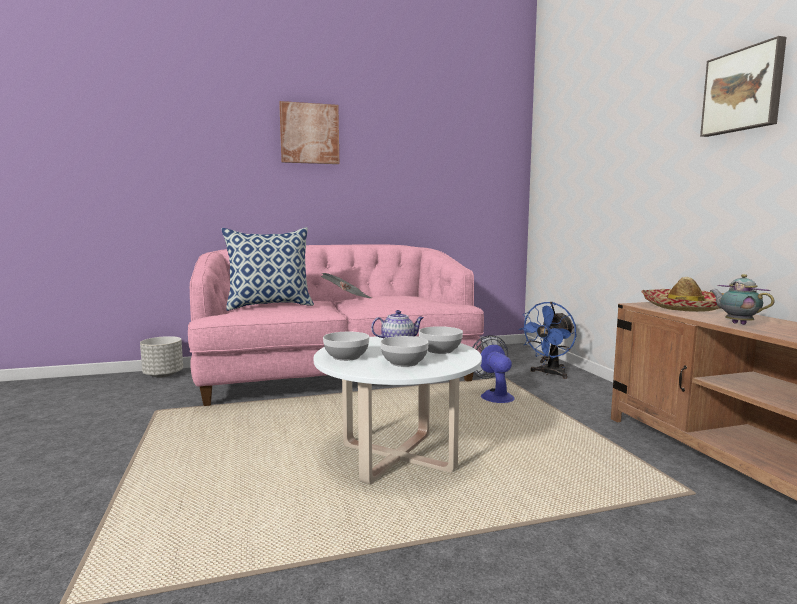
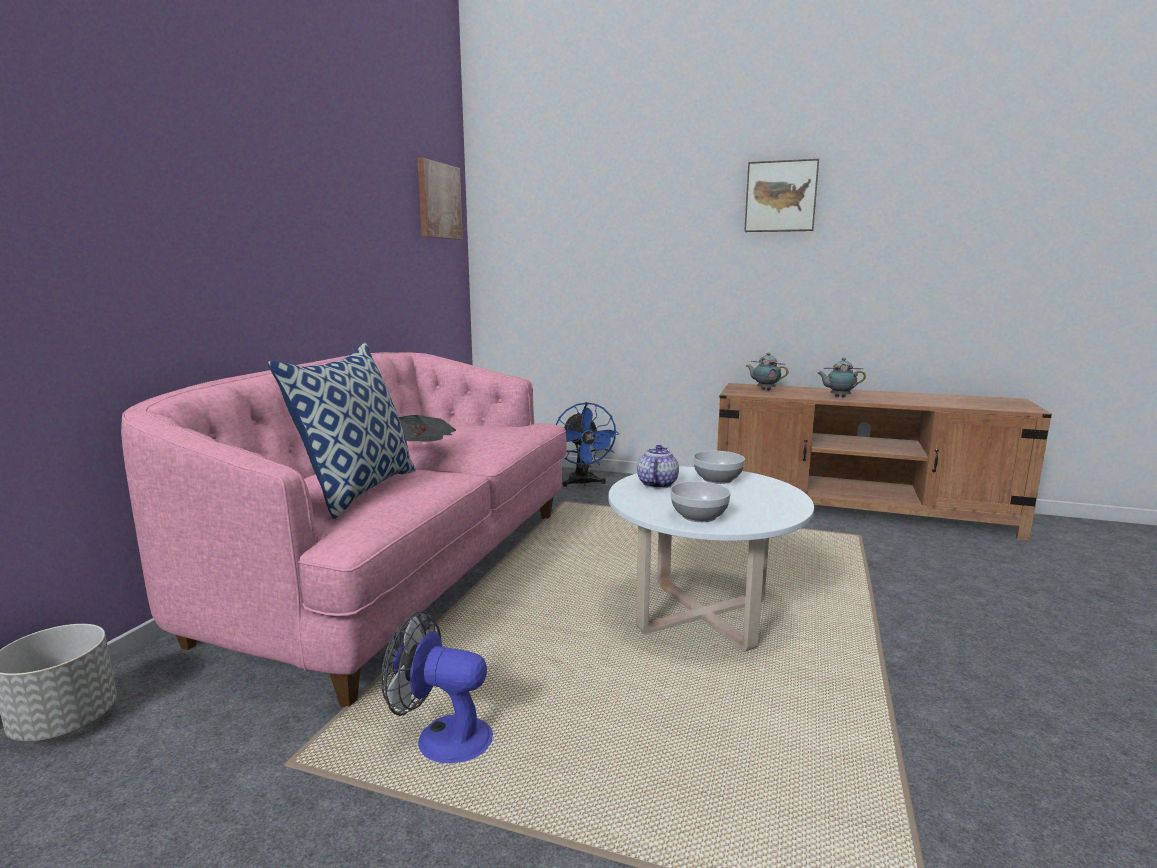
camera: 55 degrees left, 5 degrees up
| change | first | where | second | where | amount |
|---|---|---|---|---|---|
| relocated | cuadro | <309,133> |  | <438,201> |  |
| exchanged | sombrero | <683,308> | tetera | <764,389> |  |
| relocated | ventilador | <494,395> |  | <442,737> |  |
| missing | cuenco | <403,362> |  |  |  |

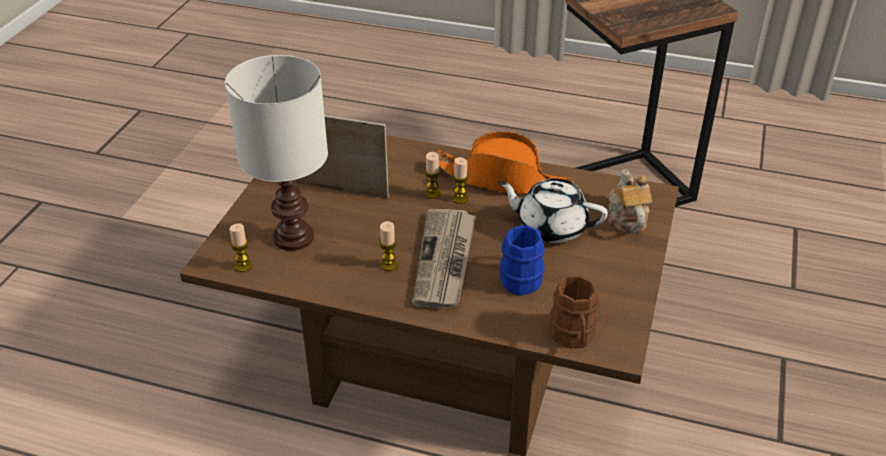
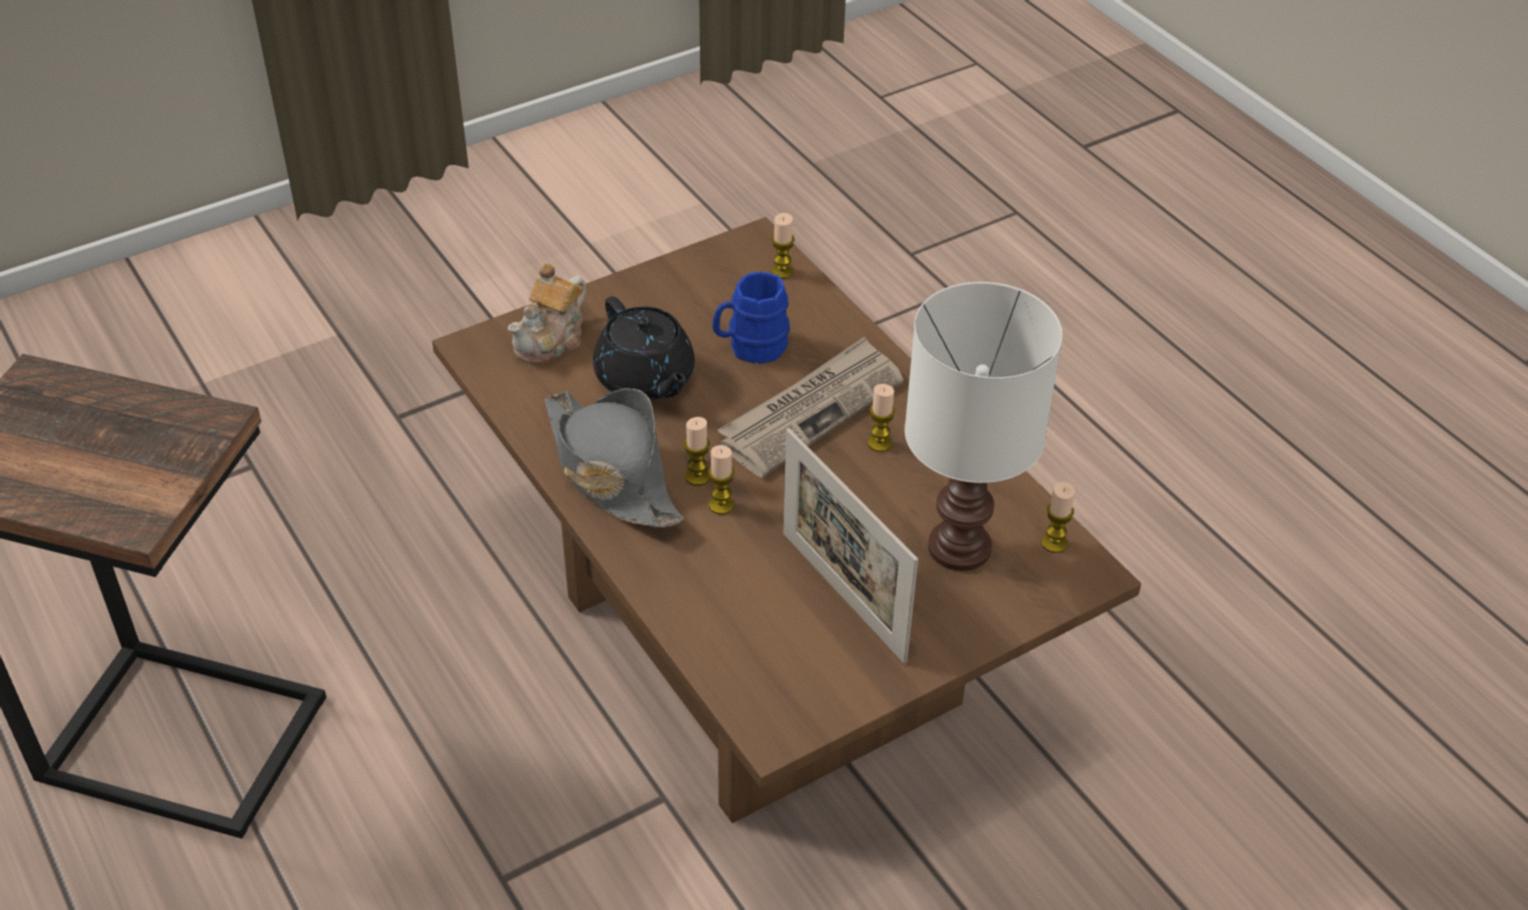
camera: 140 degrees left, 5 degrees up
| change | first | where | second | where | amount |
|---|---|---|---|---|---|
| colour | sombrero/naranja | <503,179> | sombrero/gris | <610,470> |  |
| colour | tetera/blanco | <551,227> | tetera/negro | <645,379> |  |
| exchanged | taza grande/marrón | <573,337> | vela | <782,271> |  |

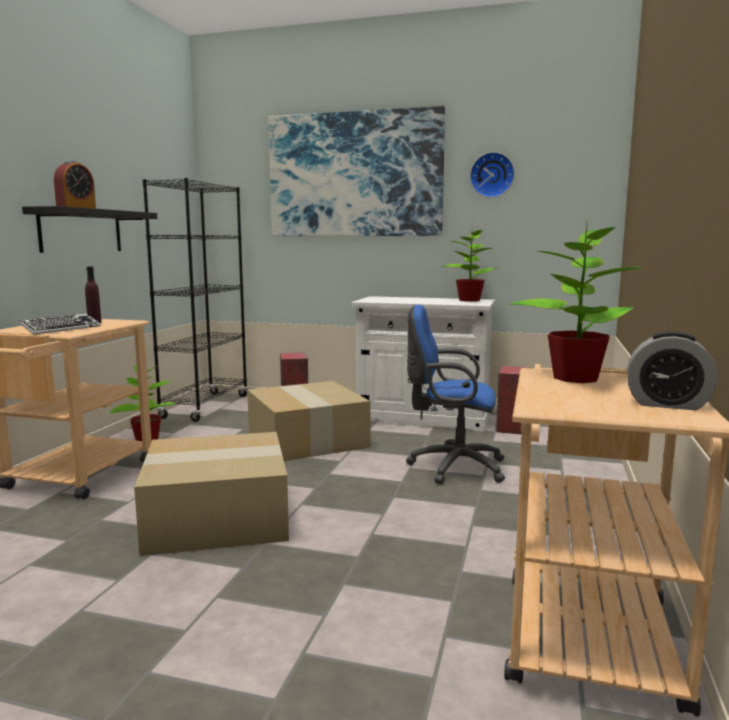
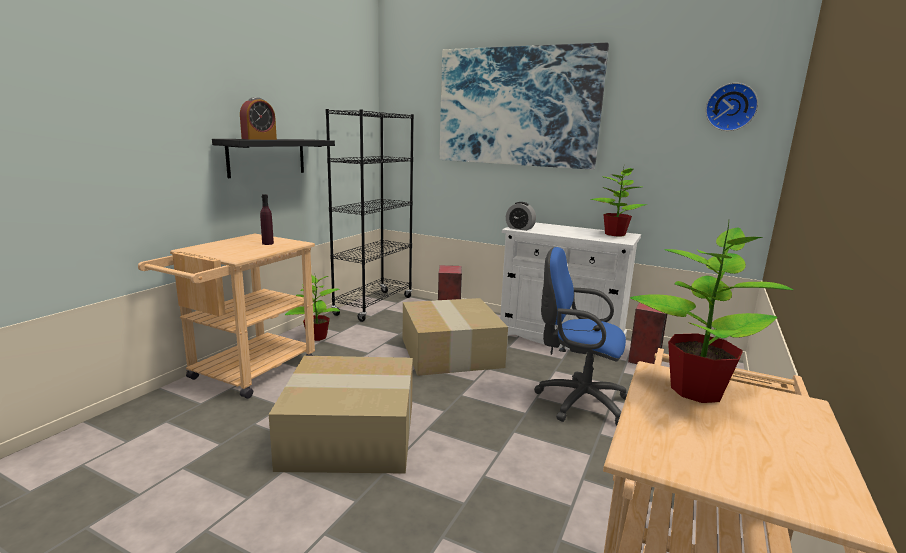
camera: 10 degrees right, 5 degrees up
| change | first | where | second | where | amount |
|---|---|---|---|---|---|
| relocated | reloj de pared | <492,175> |  | <731,107> |  |
| missing | teclado | <61,329> |  |  |  |
| relocated | despertador | <667,404> |  | <519,228> |  |

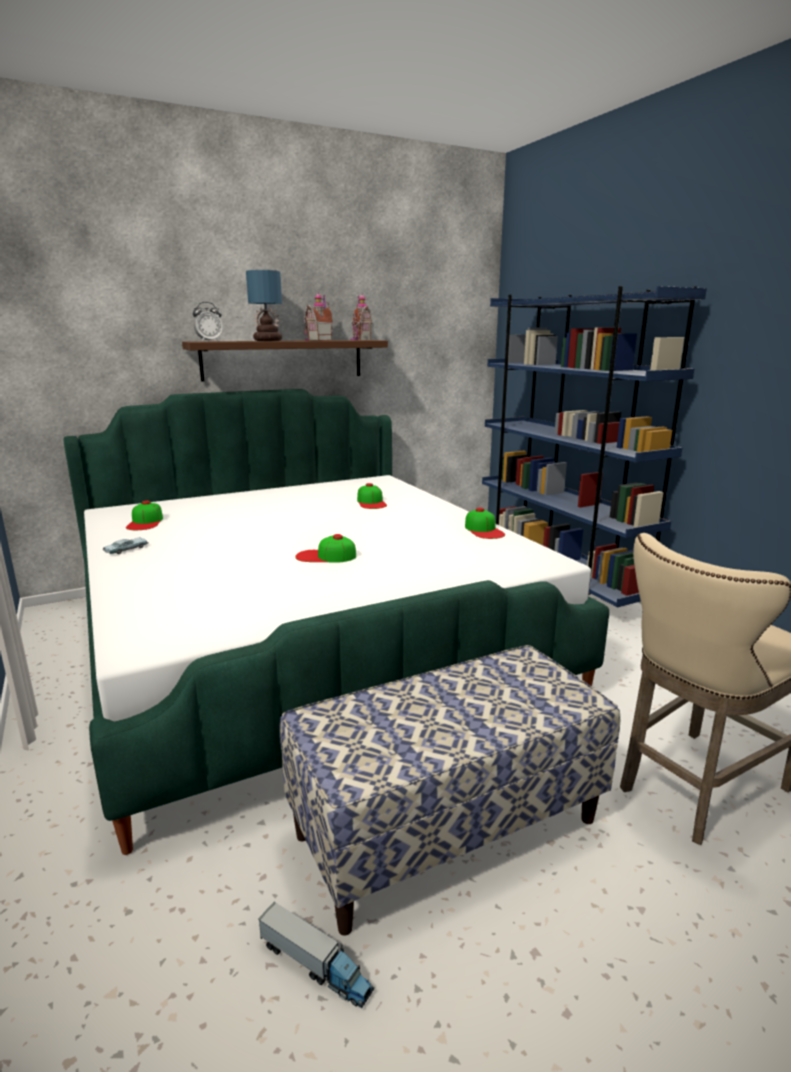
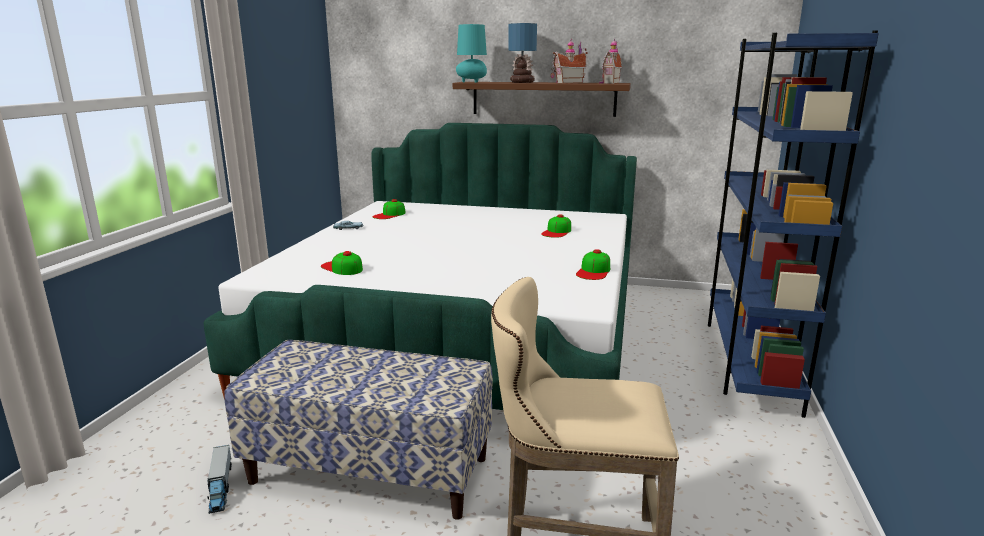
camera: 40 degrees right, 0 degrees up
| change | first | where | second | where | amount |
|---|---|---|---|---|---|
| exchanged | despertador | <209,341> | lámpara de mesa/turquesa | <472,82> |  |
| relocated | gorra | <325,556> |  | <342,268> |  |

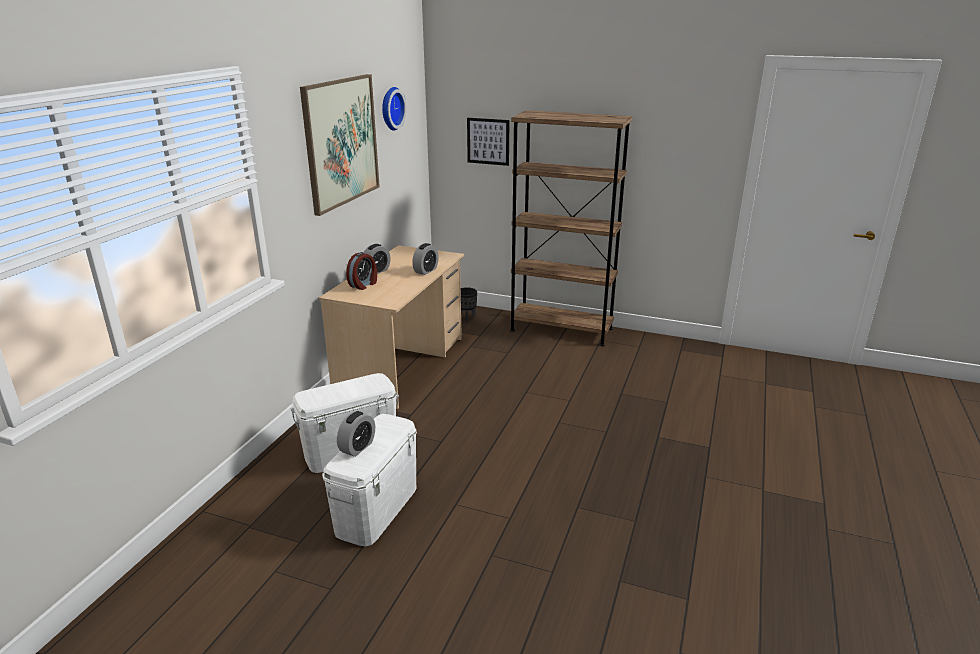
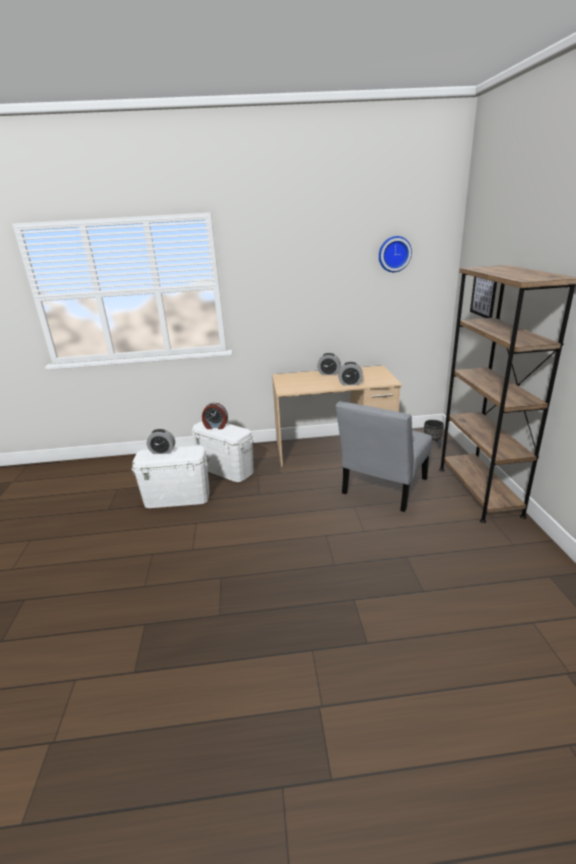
camera: 65 degrees right, 0 degrees up
| change | first | where | second | where | amount |
|---|---|---|---|---|---|
| missing | cuadro | <341,142> |  |  |  |
| relocated | despertador | <364,285> |  | <215,426> |  |
| appeared |  |  | silla/gris | <382,488> |  |

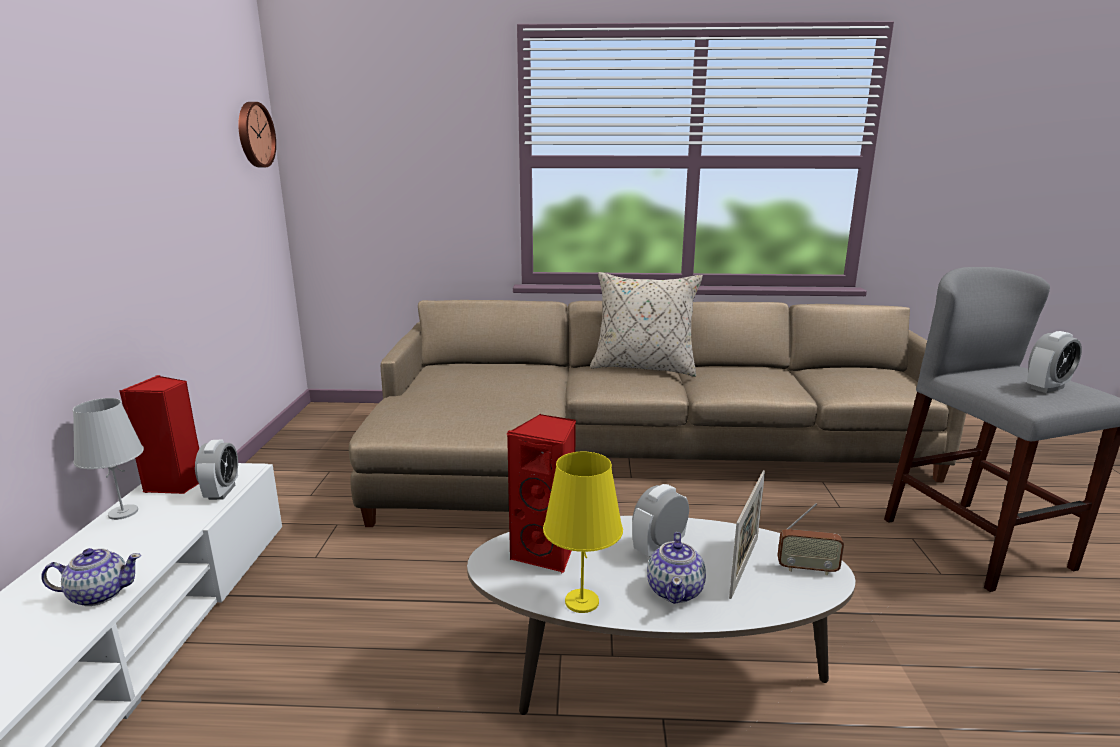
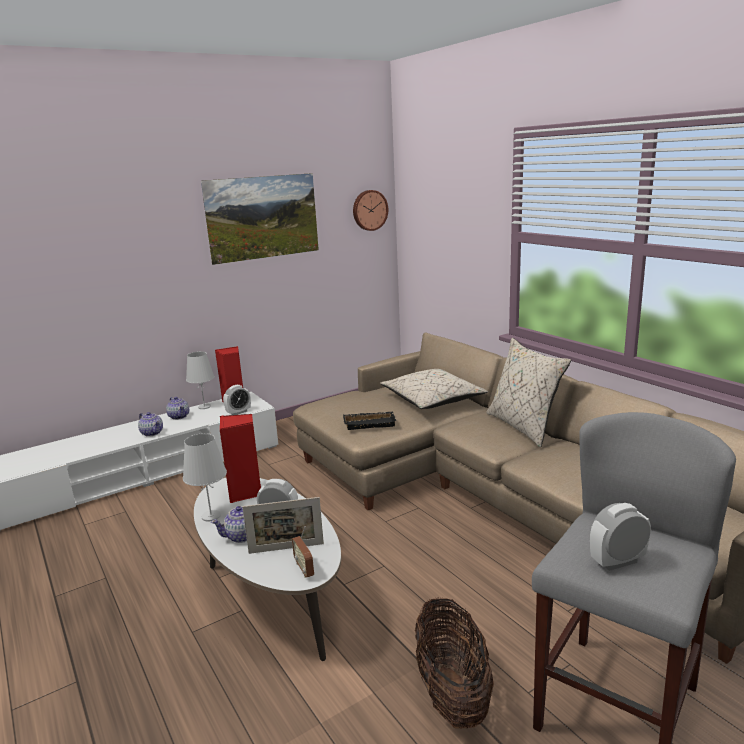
camera: 55 degrees right, 0 degrees up
| change | first | where | second | where | amount |
|---|---|---|---|---|---|
| spun | despertador | <1046,388> |  | <617,562> | 135 degrees clockwise |
| colour | lámpara de mesa/amarillo | <581,601> | lámpara de mesa/blanco | <211,516> |  |
| appeared |  |  | cuadro | <265,237> |  |
| appeared |  |  | cojín/beis | <432,400> |  |
| appeared |  |  | tetera | <179,416> |  |
| appeared |  |  | bandeja/negro | <370,423> |  |
| appeared |  |  | cesta | <452,693> |  |

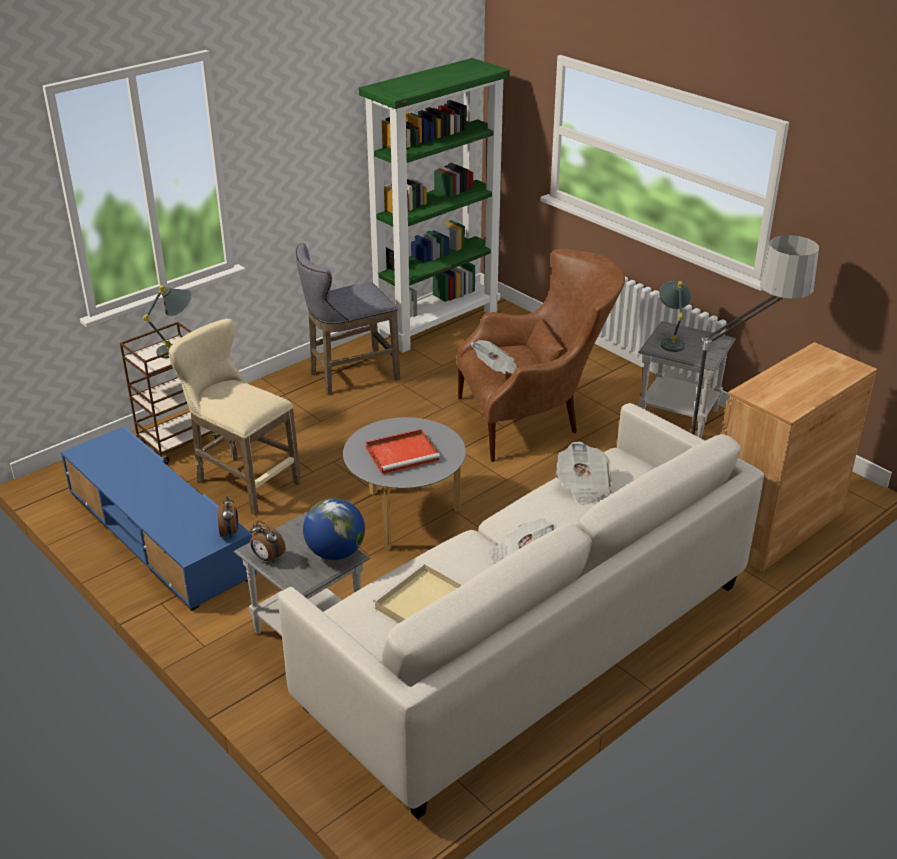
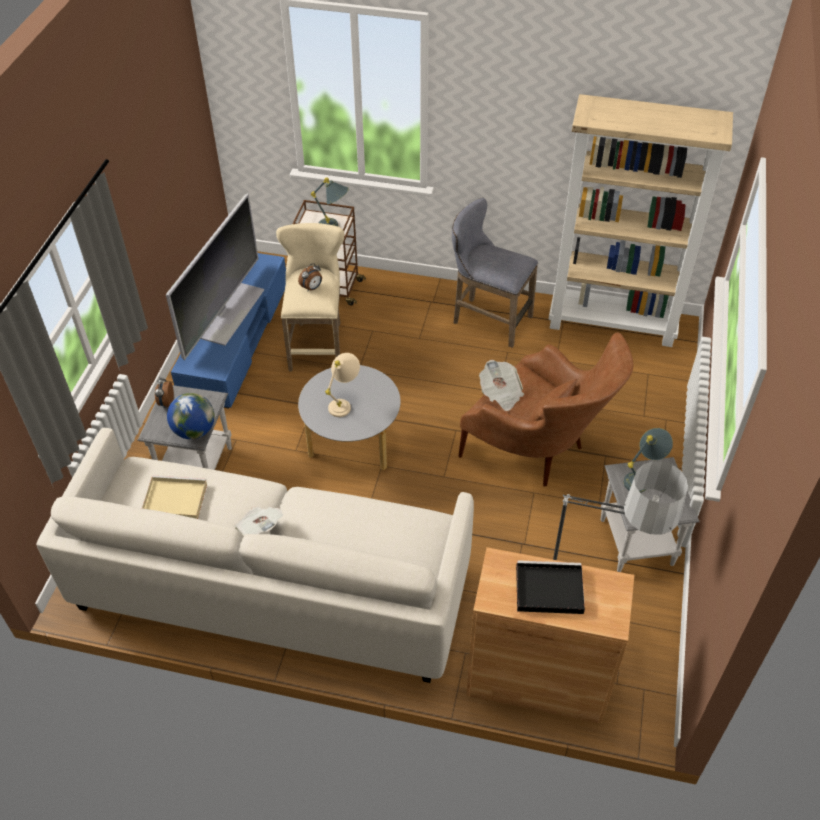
camera: 55 degrees right, 15 degrees up
| change | first | where | second | where | amount |
|---|---|---|---|---|---|
| colour | estantería/verde | <437,323> | estantería/beis | <613,323> |  |
| exchanged | bandeja/rojo | <403,454> | lámpara de mesa/beis | <344,403> |  |
| missing | periódico | <583,487> |  |  |  |
| relocated | despertador | <230,532> |  | <312,288> |  |
| appeared |  |  | televisor | <231,313> |  |
| appeared |  |  | bandeja/negro | <547,589> |  |

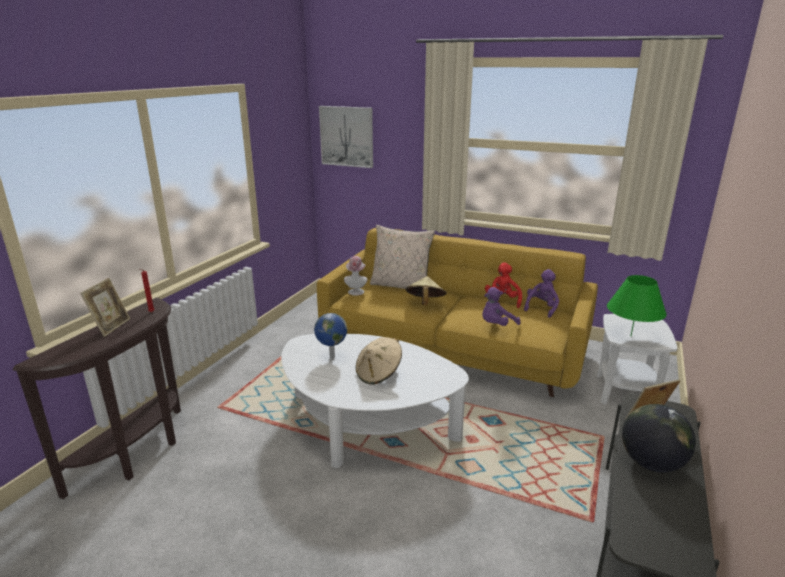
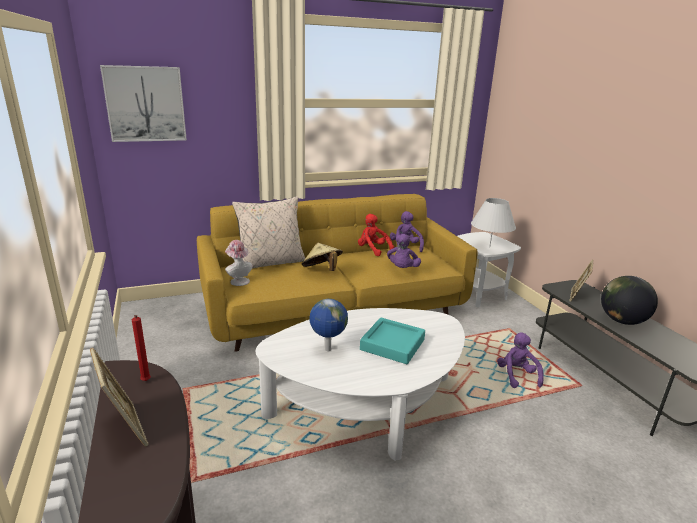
camera: 45 degrees left, 0 degrees up
| change | first | where | second | where | amount |
|---|---|---|---|---|---|
| colour | lámpara de mesa/verde | <630,336> | lámpara de mesa/blanco | <489,247> |  |
| exchanged | sombrero/beis | <379,374> | bandeja/turquesa | <392,344> |  |
| appeared |  |  | peluche/morado | <517,376> |  |

